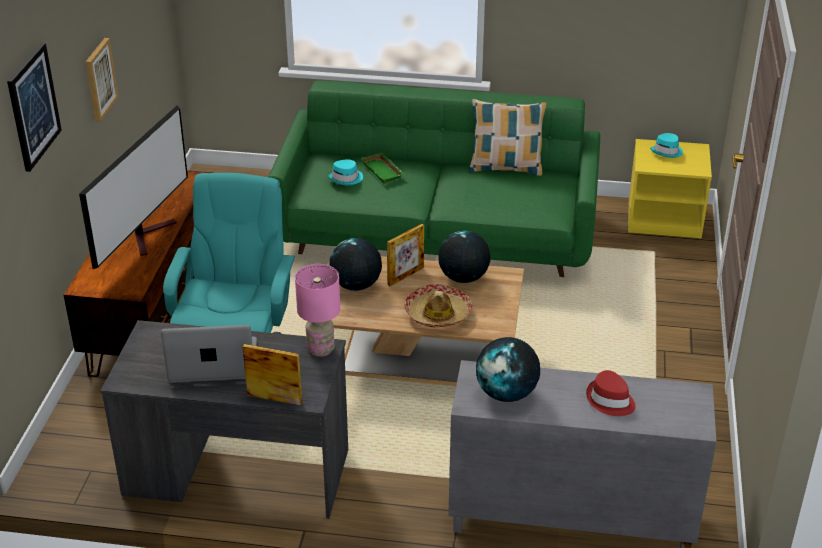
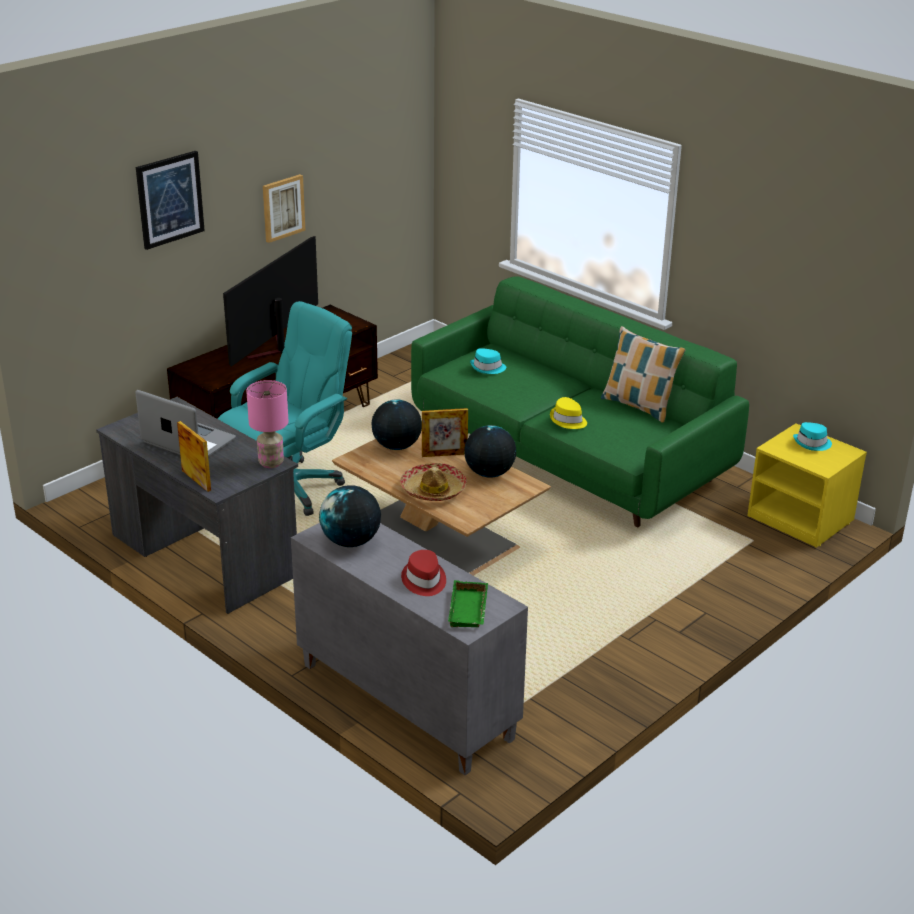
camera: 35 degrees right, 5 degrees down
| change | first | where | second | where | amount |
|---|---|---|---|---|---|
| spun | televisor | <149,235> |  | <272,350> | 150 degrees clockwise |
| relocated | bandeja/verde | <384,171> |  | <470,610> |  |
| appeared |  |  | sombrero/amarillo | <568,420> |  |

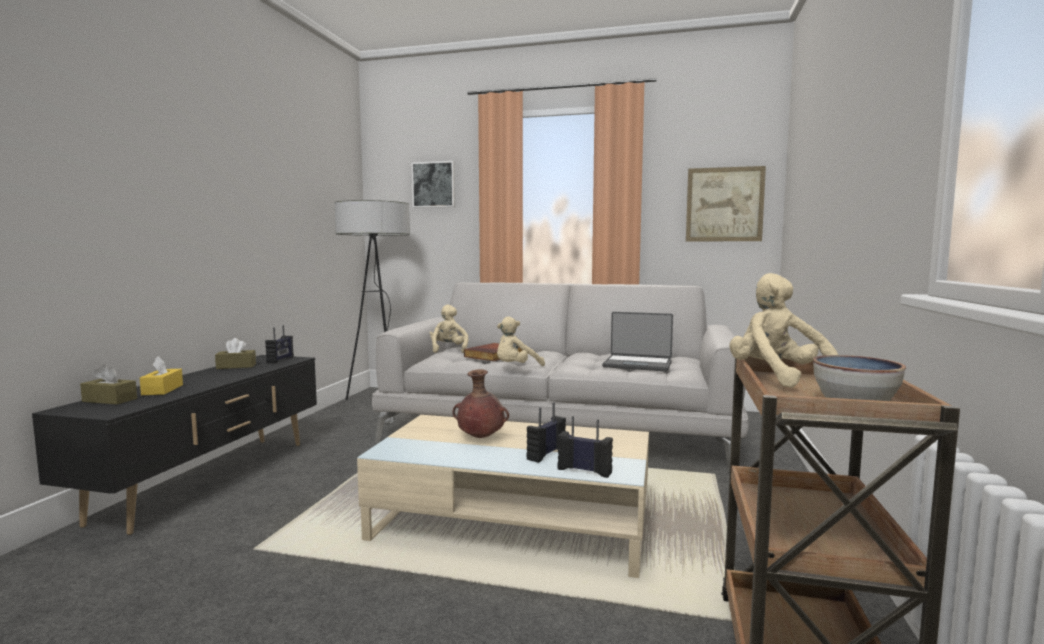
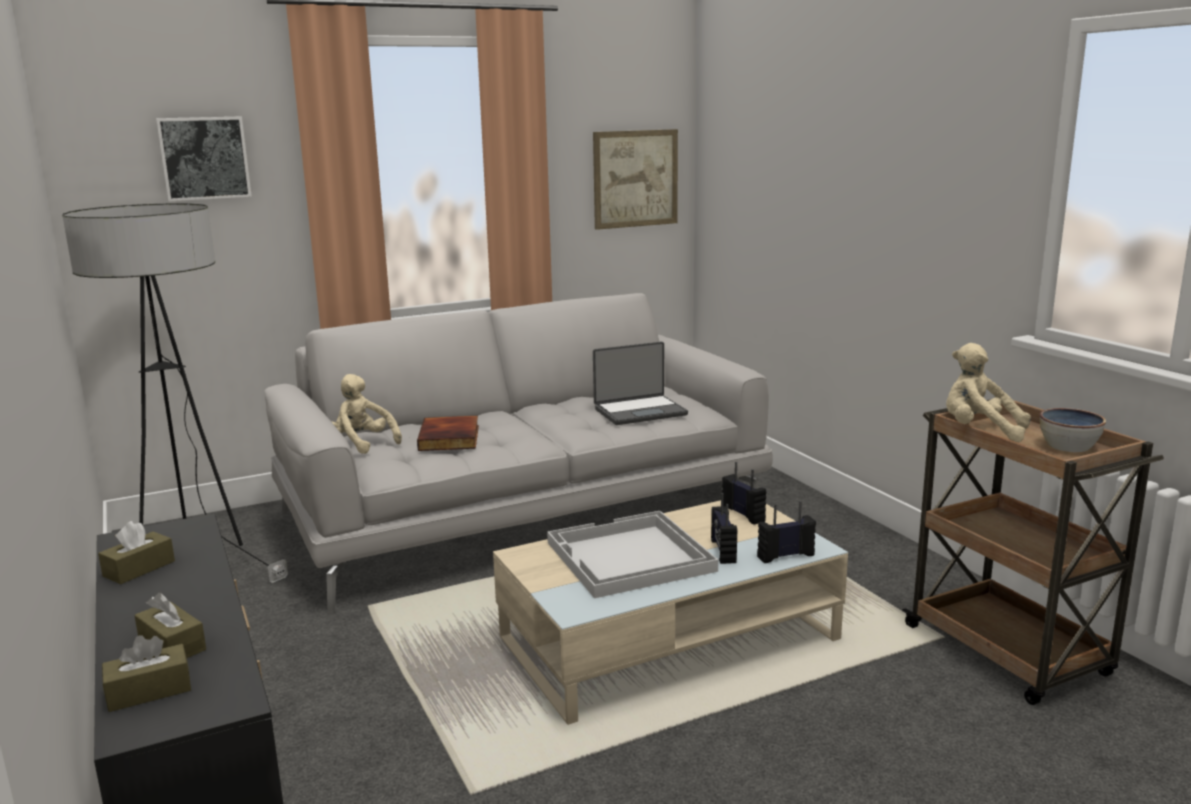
camera: 40 degrees left, 10 degrees up
| change | first | where | second | where | amount |
|---|---|---|---|---|---|
| missing | peluche/beis | <516,368> |  |  |  |
| relocated | radio | <280,360> |  | <743,514> |  |
| colour | caja de pañuelos/amarillo | <162,390> | caja de pañuelos/marrón | <172,645> |  |
| exchanged | florero/marrón | <480,438> | bandeja/blanco | <629,557> |  |

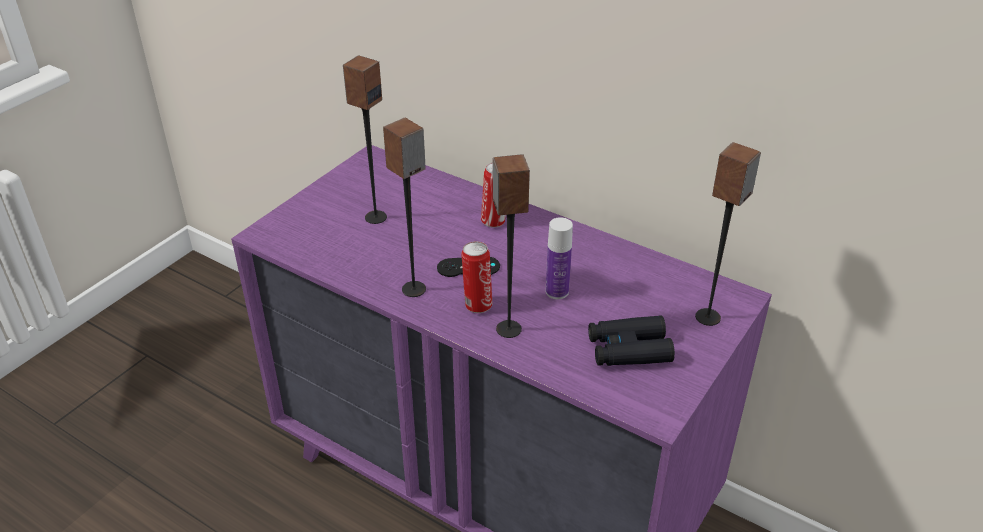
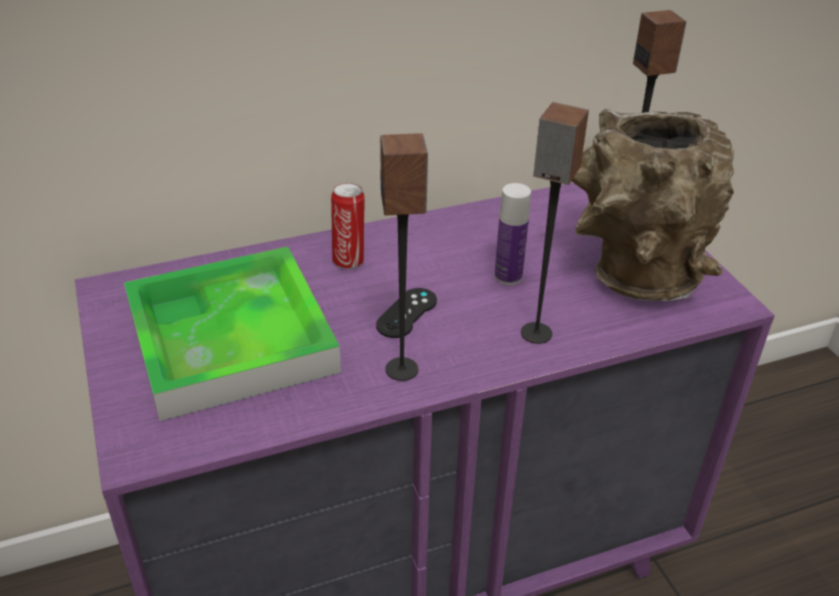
camera: 55 degrees left, 0 degrees up
| change | first | where | second | where | amount |
|---|---|---|---|---|---|
| exchanged | altavoz | <375,217> | bandeja | <231,339> |  |
| missing | lata | <477,305> |  |  |  |
| exchanged | prismáticos/negro | <628,349> | florero/marrón | <632,276> |  |

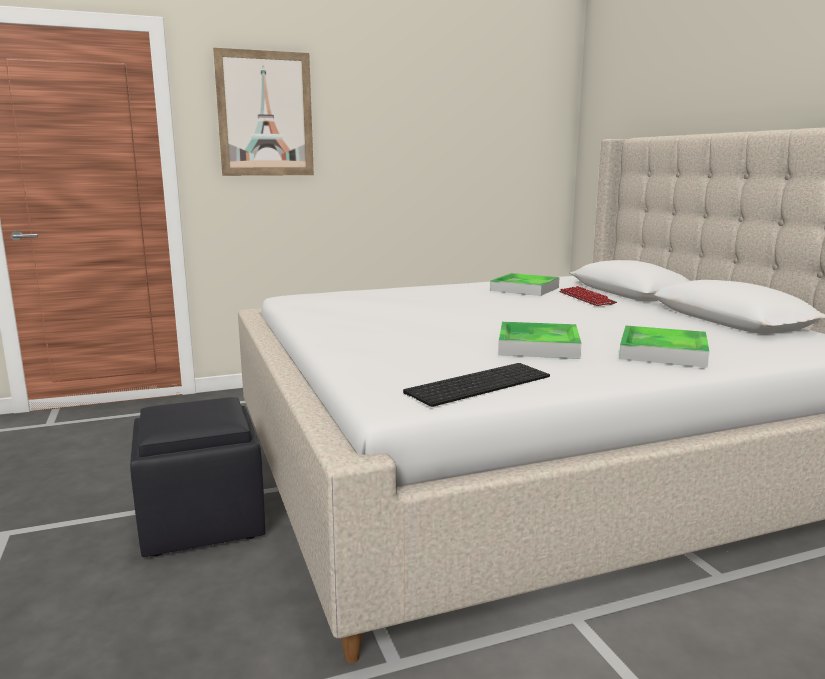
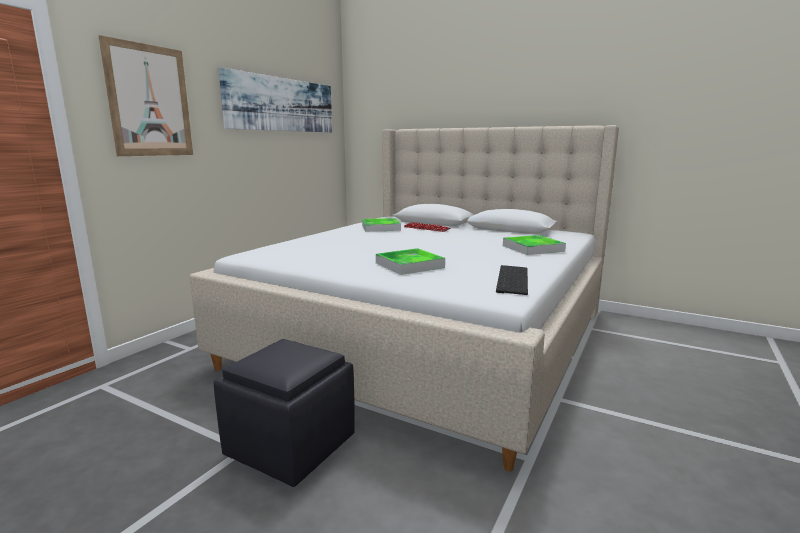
camera: 40 degrees left, 0 degrees up
| change | first | where | second | where | amount |
|---|---|---|---|---|---|
| relocated | bandeja | <538,346> |  | <409,265> |  |
| appeared |  |  | cuadro | <282,104> |  |

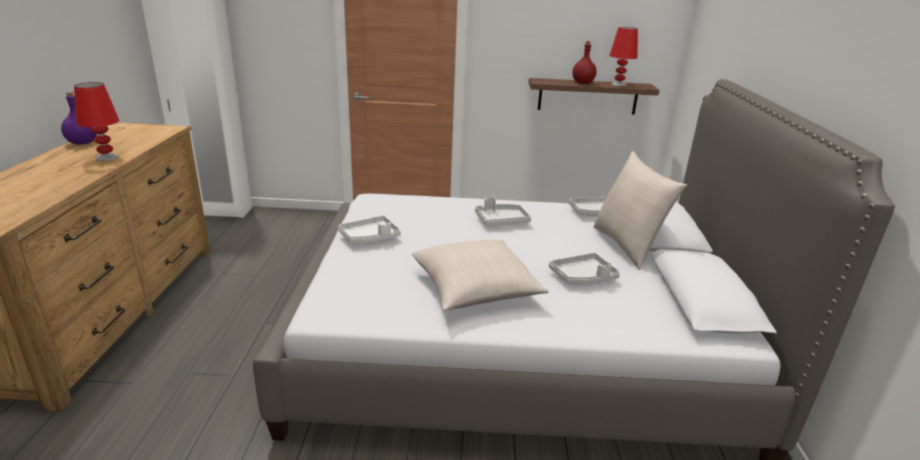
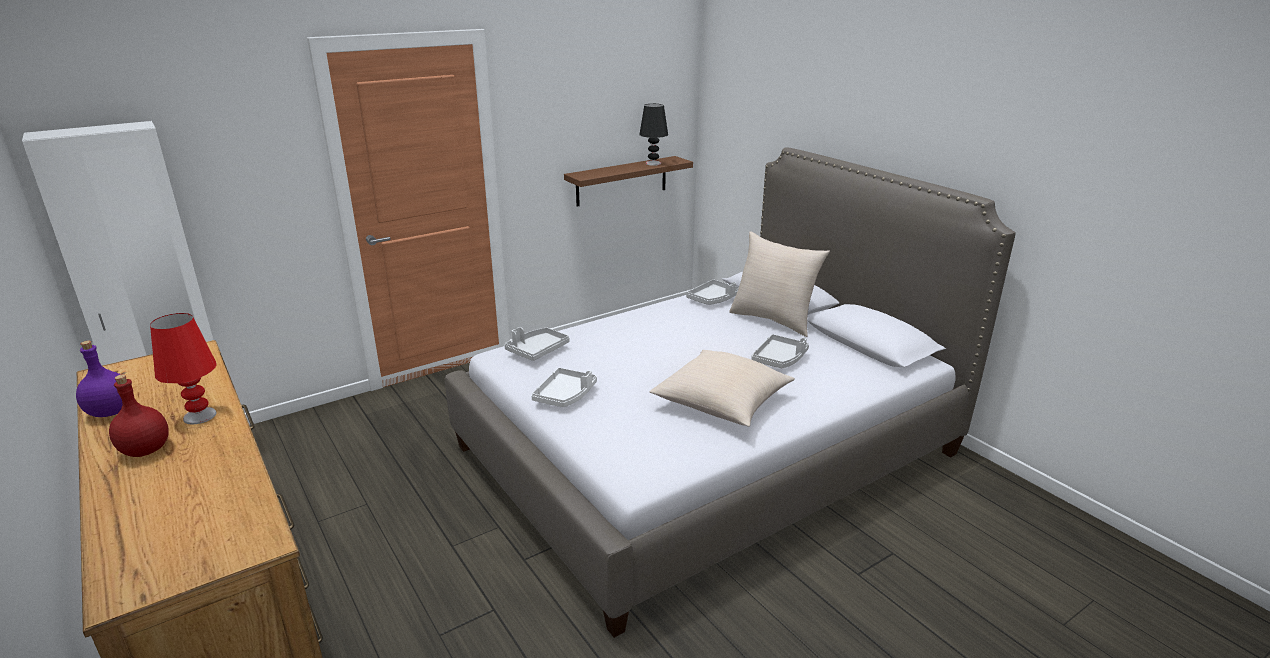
camera: 35 degrees left, 0 degrees up
| change | first | where | second | where | amount |
|---|---|---|---|---|---|
| colour | lámpara de mesa/rojo | <618,84> | lámpara de mesa/negro | <653,163> |  |
| relocated | botella/rojo | <582,83> |  | <144,450> |  |
| relocated | bandeja/gris | <501,221> |  | <537,350> |  |

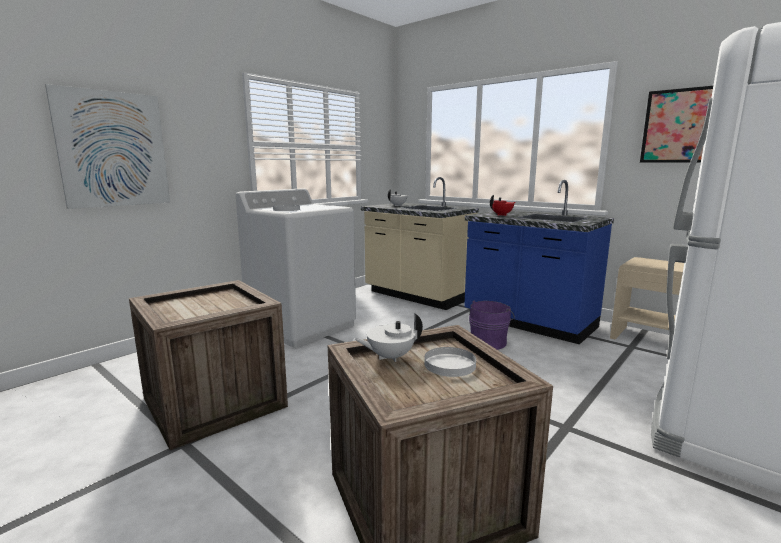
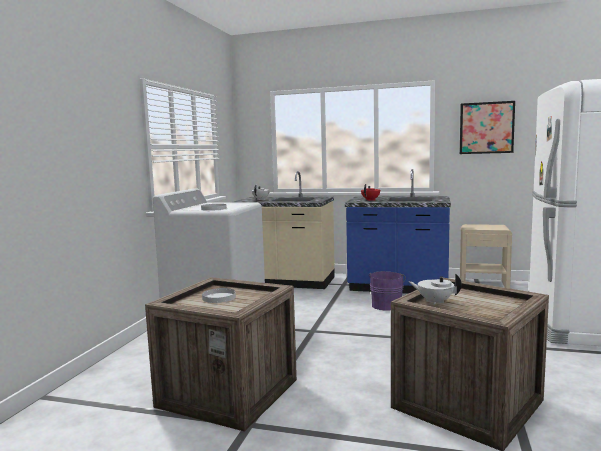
camera: 25 degrees left, 5 degrees down
| change | first | where | second | where | amount |
|---|---|---|---|---|---|
| missing | cuadro | <113,149> |  |  |  |
| spun | tetera/blanco | <390,357> |  | <435,302> | 75 degrees clockwise |
| relocated | plato/blanco | <450,365> |  | <219,297> |  |

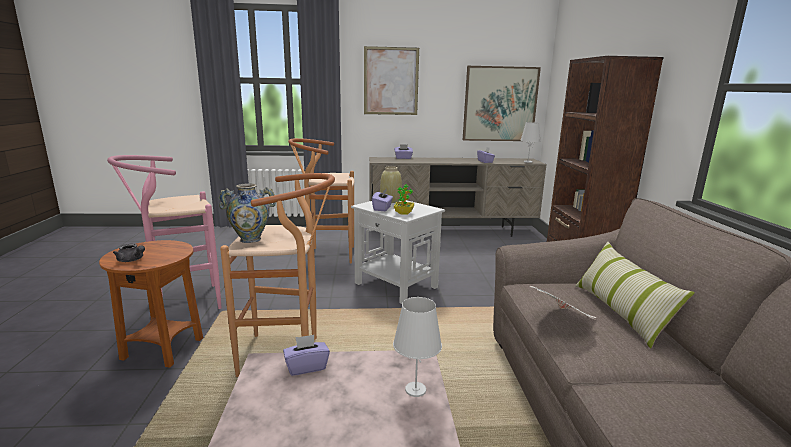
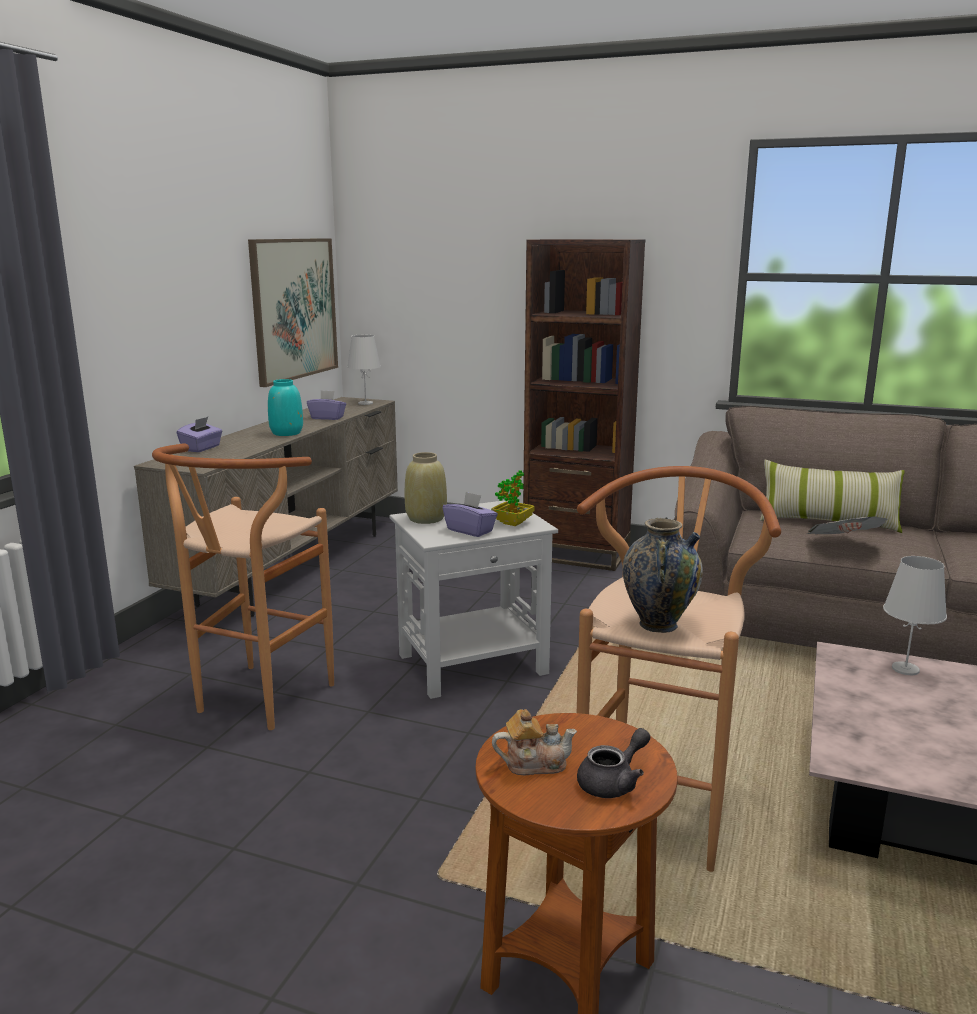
camera: 65 degrees left, 0 degrees up
| change | first | where | second | where | amount |
|---|---|---|---|---|---|
| missing | cuadro | <391,81> |  |  |  |
| missing | taburete/rosa | <181,303> |  |  |  |
| missing | caja de pañuelos/morado | <306,367> |  |  |  |
| appeared |  |  | florero/turquesa | <286,433> |  |
| appeared |  |  | tetera | <534,763> |  |

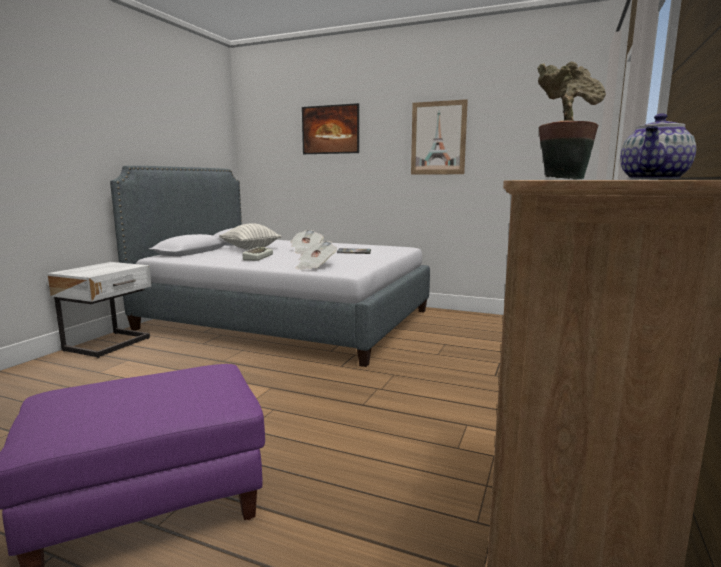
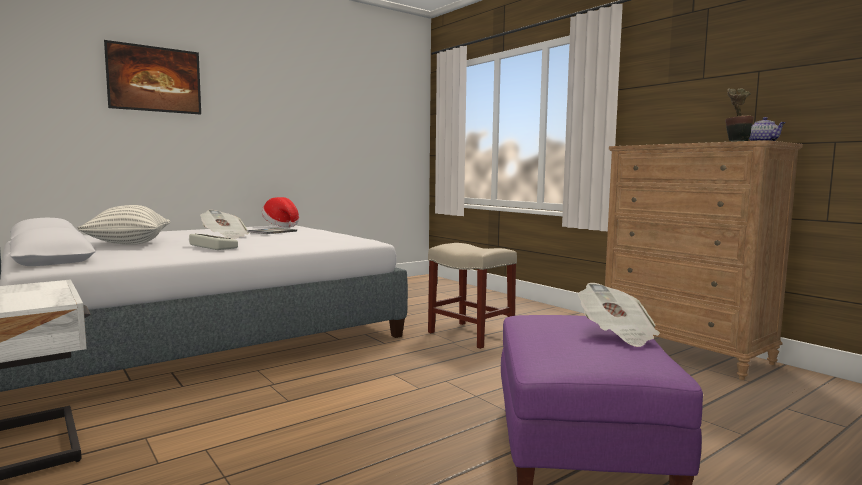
camera: 60 degrees left, 5 degrees down
| change | first | where | second | where | amount |
|---|---|---|---|---|---|
| missing | cuadro | <438,138> |  |  |  |
| relocated | periódico | <315,267> |  | <617,334> |  |
| appeared |  |  | sombrero | <281,225> |  |
| appeared |  |  | taburete/beis | <469,334> |  |

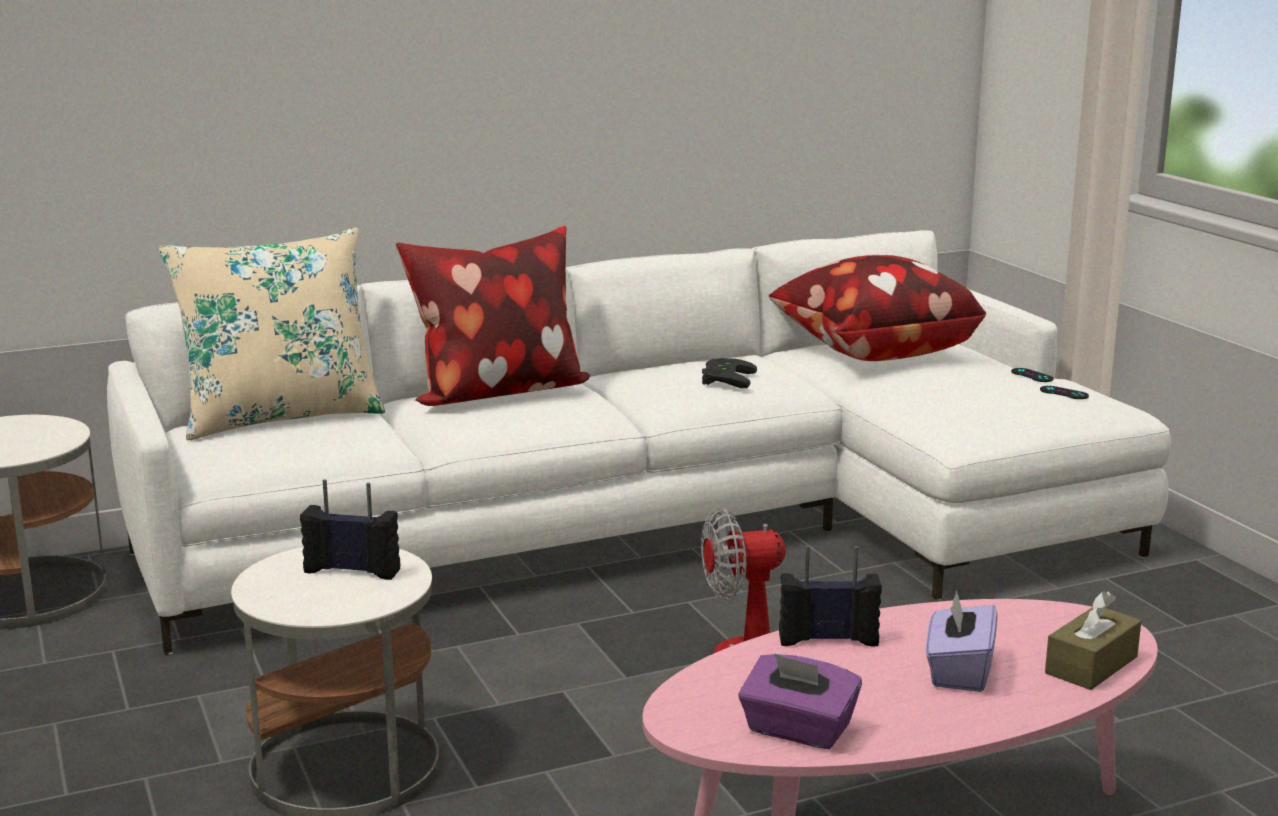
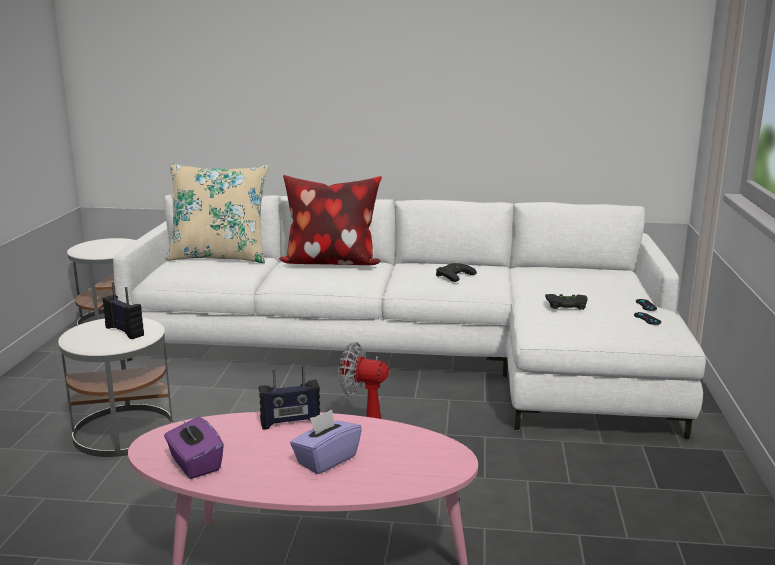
camera: 30 degrees right, 0 degrees up
| change | first | where | second | where | amount |
|---|---|---|---|---|---|
| missing | cojín | <872,353> |  |  |  |
| spun | radio | <828,639> |  | <290,422> | 135 degrees clockwise |
| missing | caja de pañuelos/marrón | <1091,665> |  |  |  |
| appeared |  |  | mando de consola/negro | <566,305> |  |

